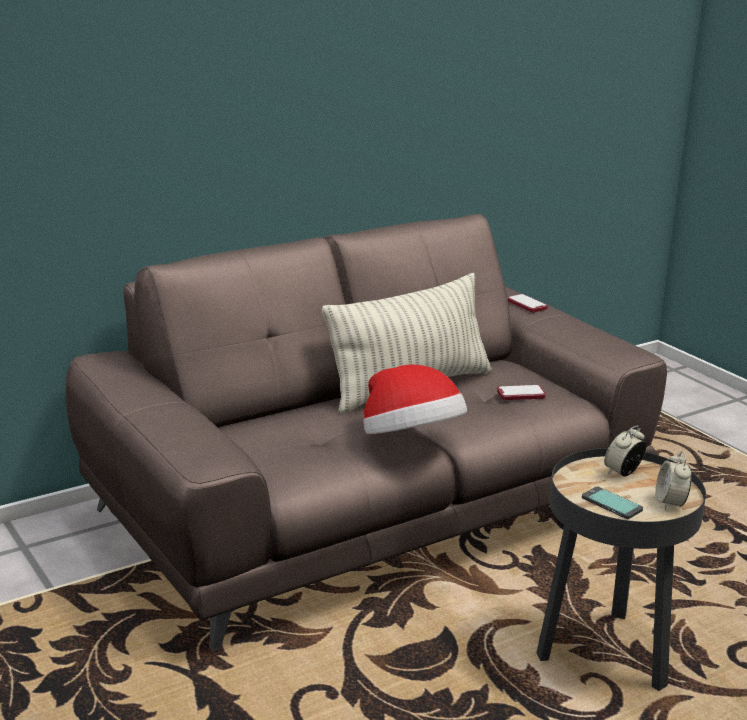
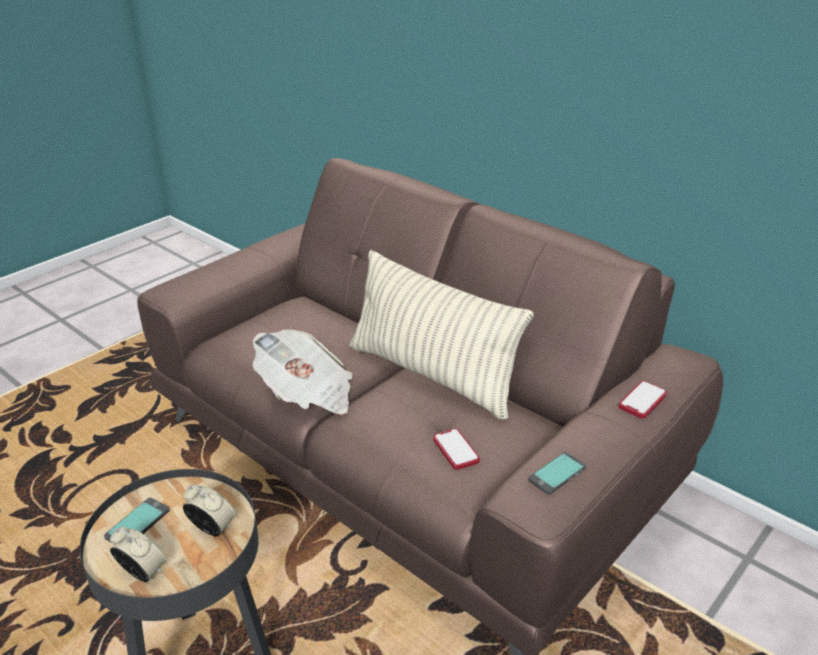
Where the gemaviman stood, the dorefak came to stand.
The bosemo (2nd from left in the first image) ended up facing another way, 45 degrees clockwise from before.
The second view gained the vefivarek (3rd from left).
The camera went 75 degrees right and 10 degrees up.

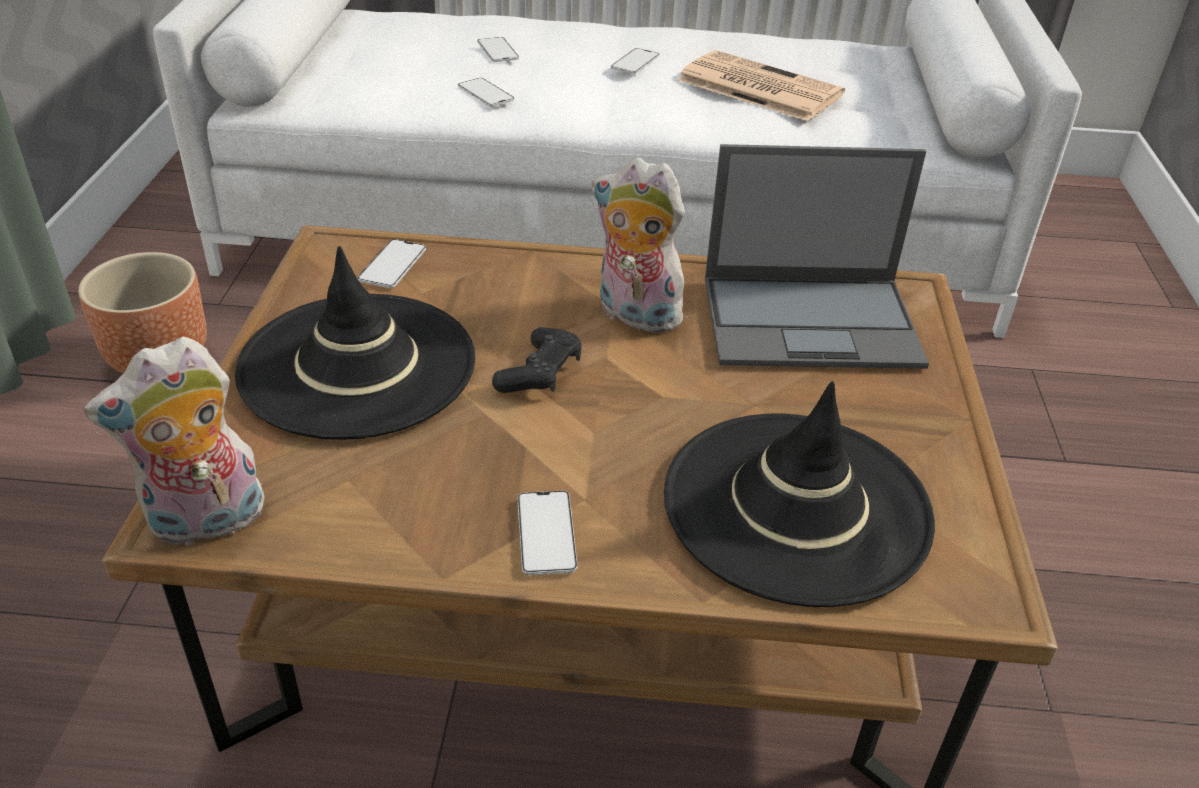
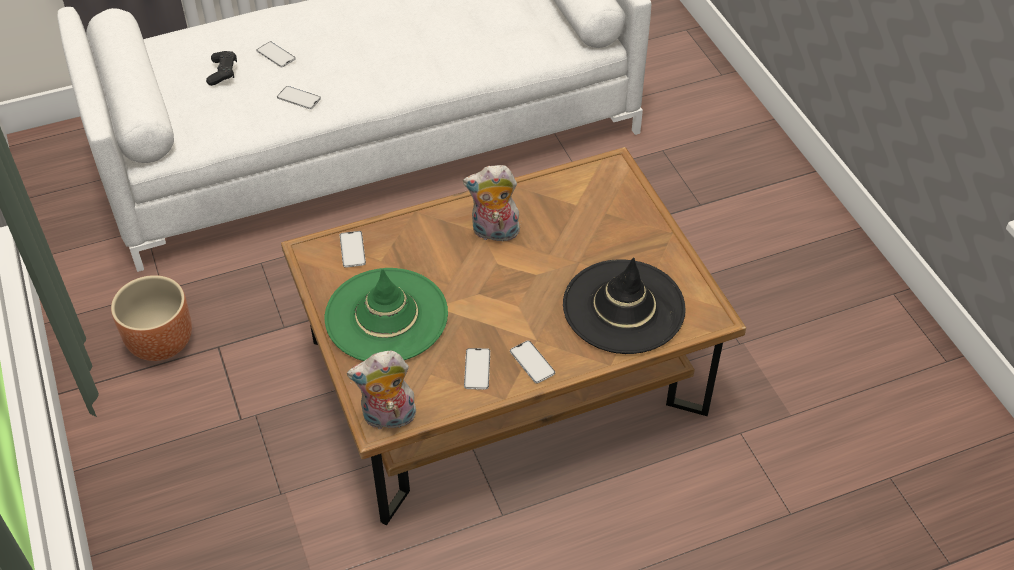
The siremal (1st from left) ended up facing another way, 45 degrees clockwise from before.
What was the black_gemaviman (1st from left) turned into the green_gemaviman.
The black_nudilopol ended up elsewhere.
The vefivarek (5th from left in the first image) ended up elsewhere.
The second view lost the dorefak.
The second view lost the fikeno.
The camera went 25 degrees left and 10 degrees up.

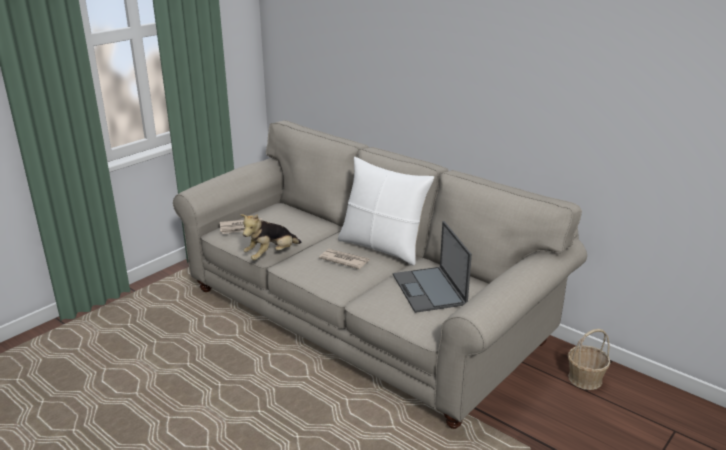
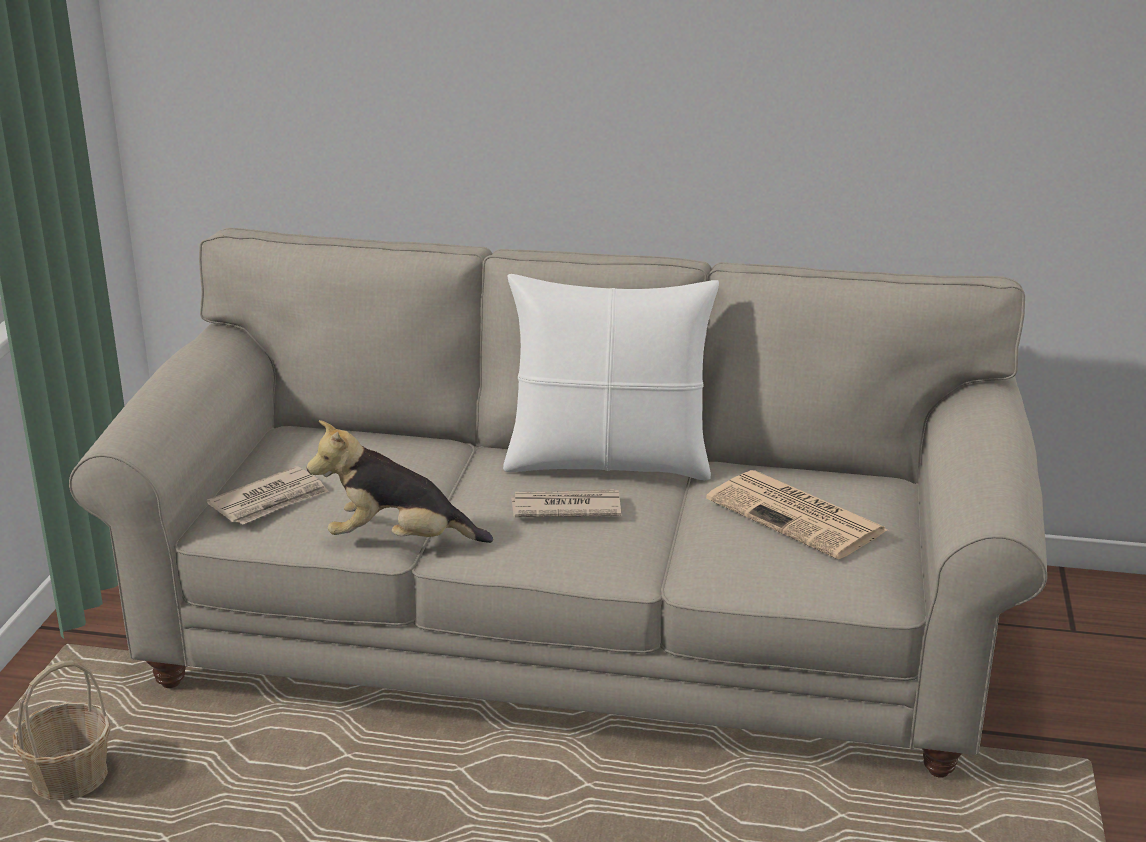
The siremal ended up facing another way, 75 degrees clockwise from before.
Where the fikeno stood, the dorefak (3rd from left) came to stand.
The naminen ended up elsewhere.
The camera went 30 degrees left and 0 degrees up.

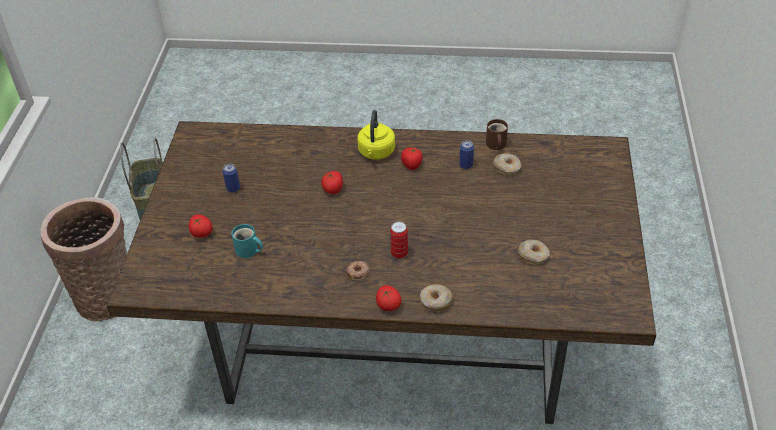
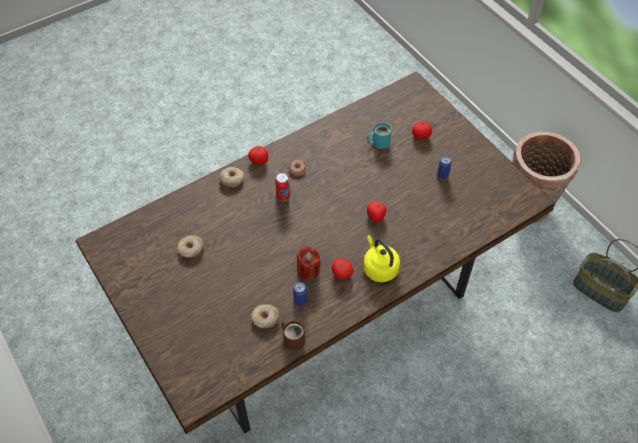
The second view gained the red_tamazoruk.
The camera went 140 degrees right and 10 degrees up.

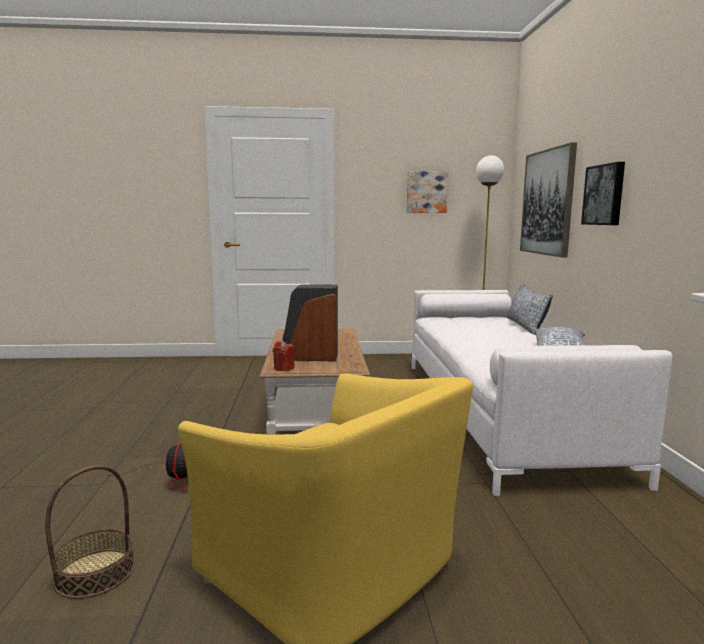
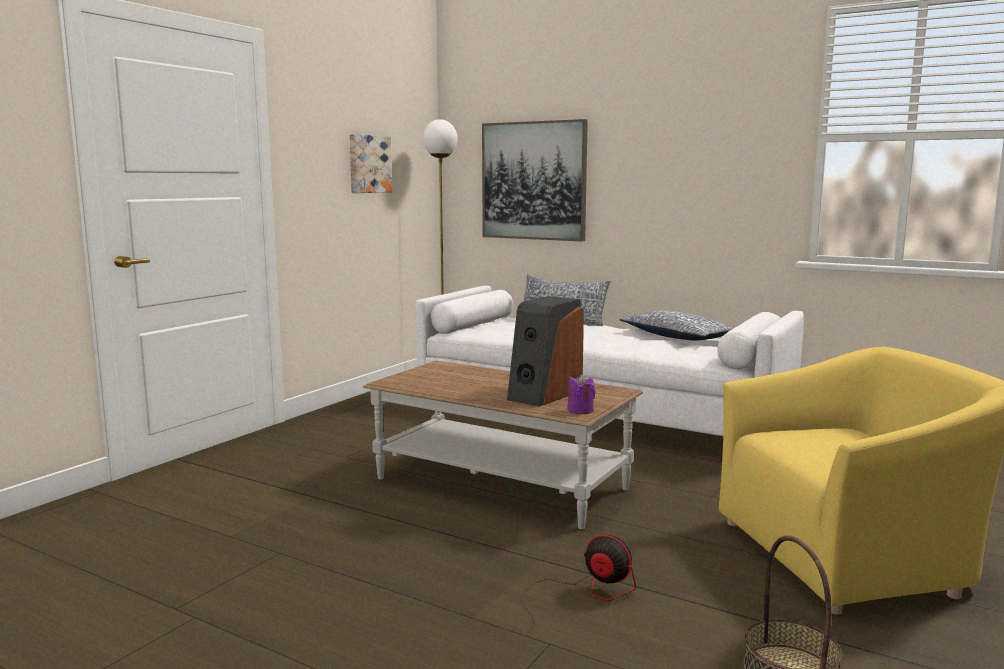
What was the red_tamazoruk turned into the purple_tamazoruk.
The second view lost the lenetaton (3rd from left).
The camera went 55 degrees left and 0 degrees up.

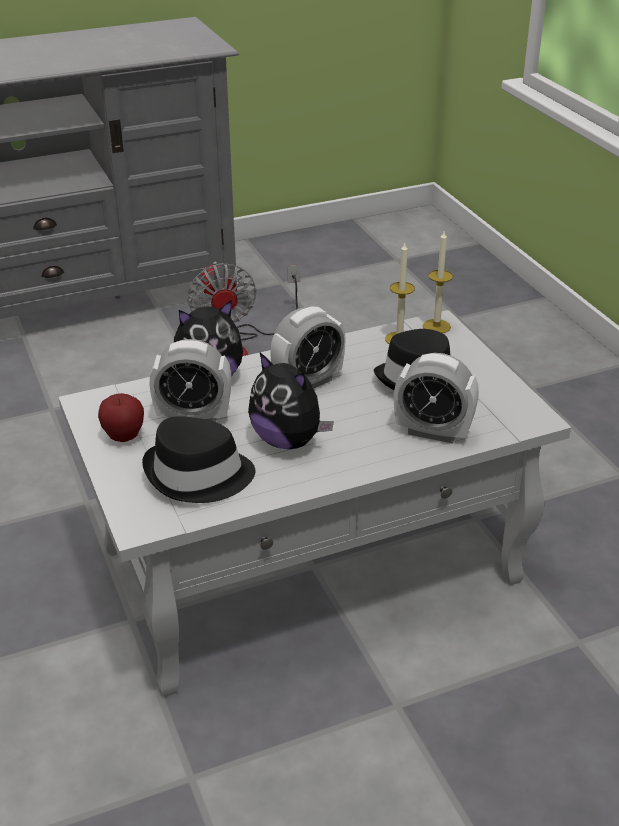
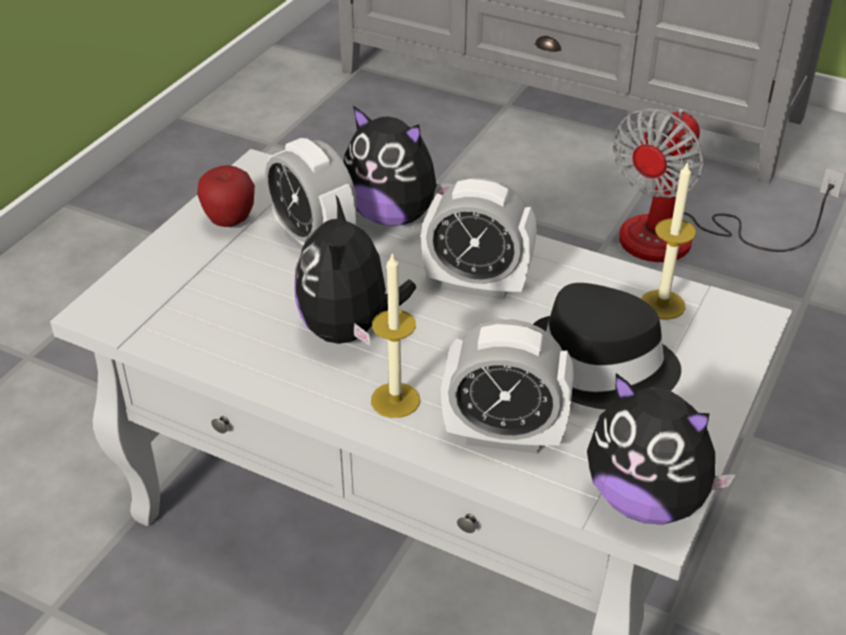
The second view lost the black_gemaviman (1st from left).
The bosemo (3rd from left) ended up facing another way, 60 degrees counterclockwise from before.
The tamazoruk (2nd from left in the first image) ended up elsewhere.
The second view gained the siremal (3rd from left).
The camera went 50 degrees right and 5 degrees up.

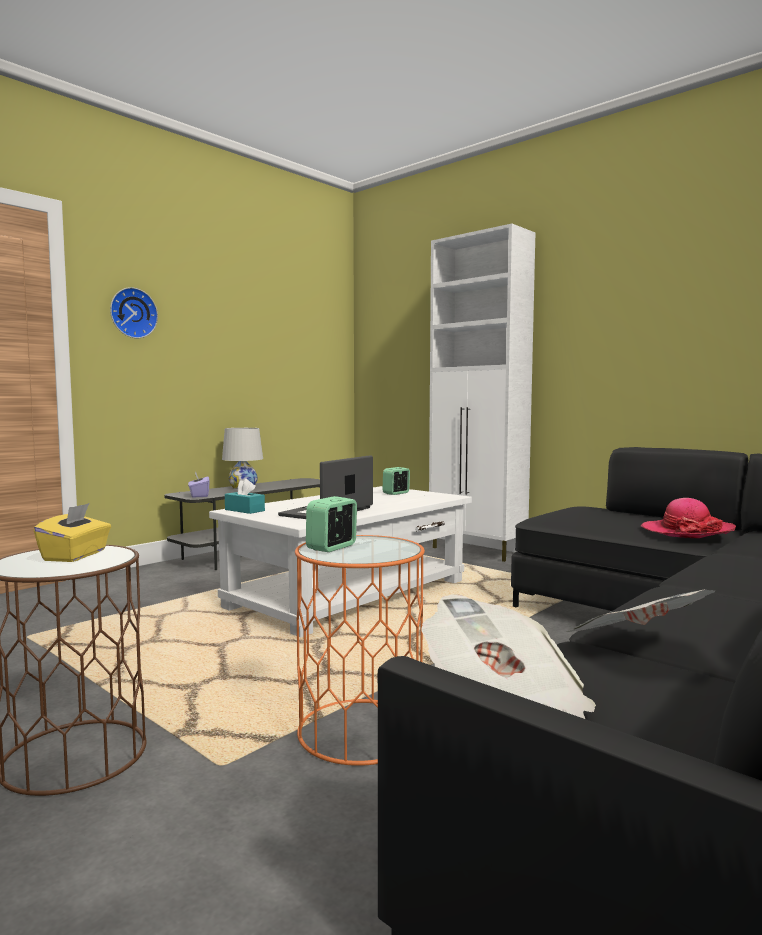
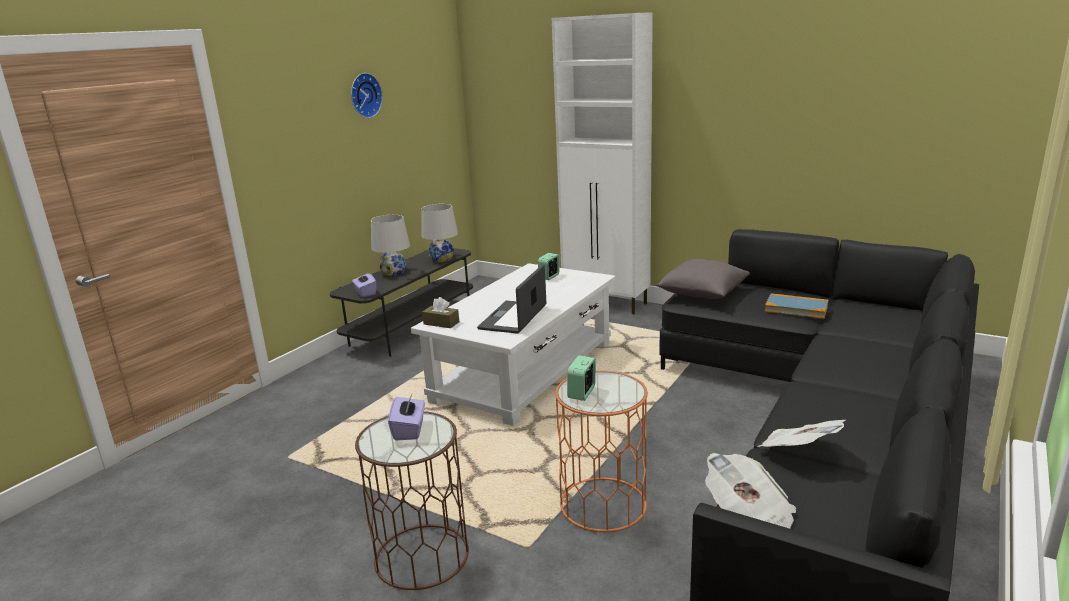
What was the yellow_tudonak turned into the purple_tudonak (2nd from left).
The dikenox ended up elsewhere.
What was the turquoise_tudonak turned into the brown_tudonak.
Where the gemaviman stood, the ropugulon came to stand.
The second view gained the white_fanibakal (2nd from left).
The second view gained the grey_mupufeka.
The camera went 10 degrees left and 15 degrees up.

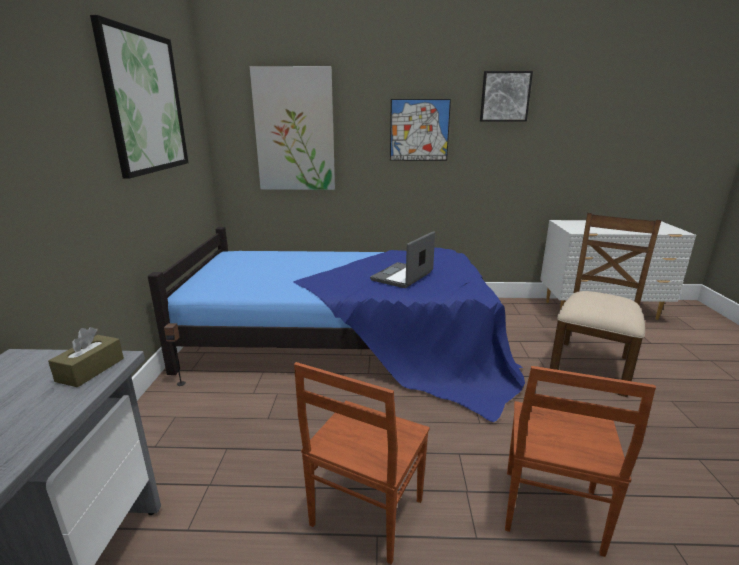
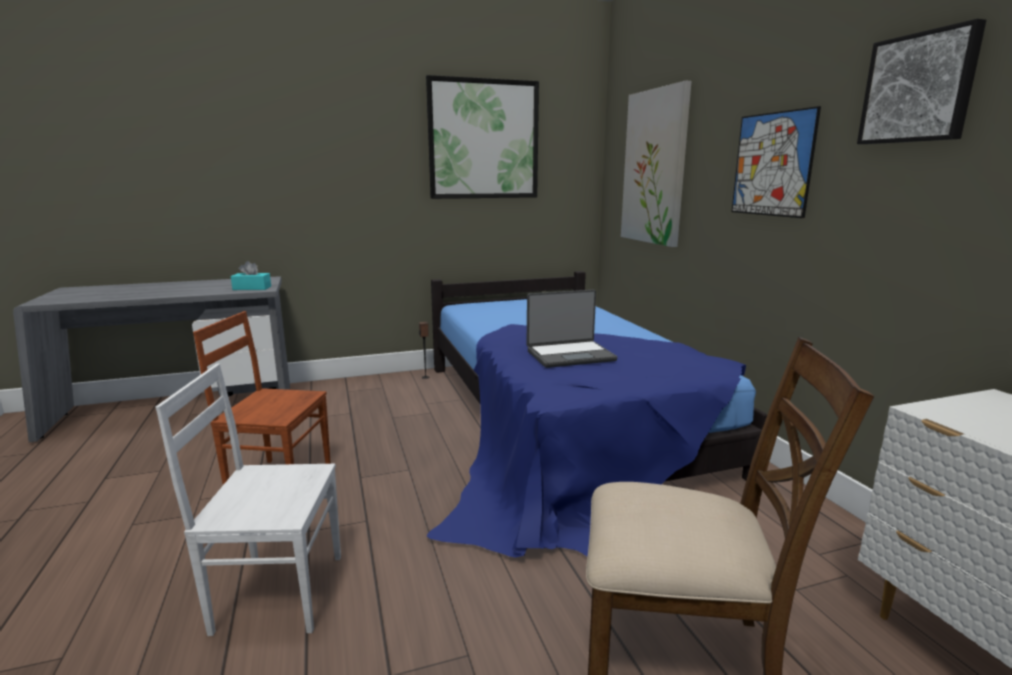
What was the brown_tudonak turned into the turquoise_tudonak.
The fikeno ended up facing another way, 150 degrees clockwise from before.
What was the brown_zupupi (2nd from left) turned into the white_zupupi.
The camera went 70 degrees right and 5 degrees down.

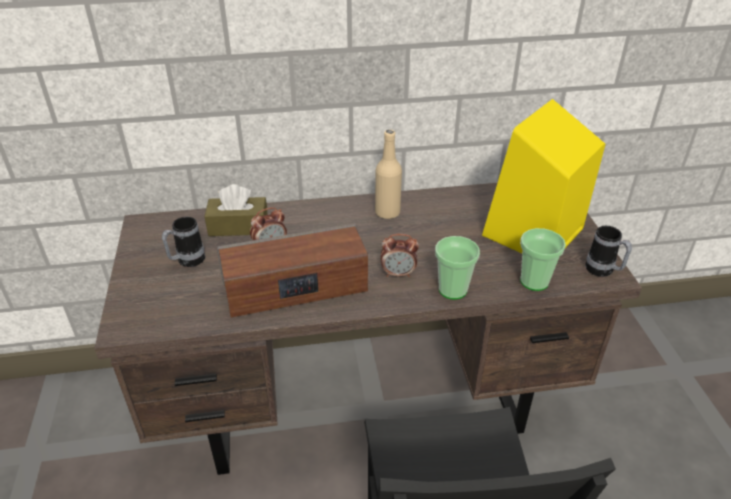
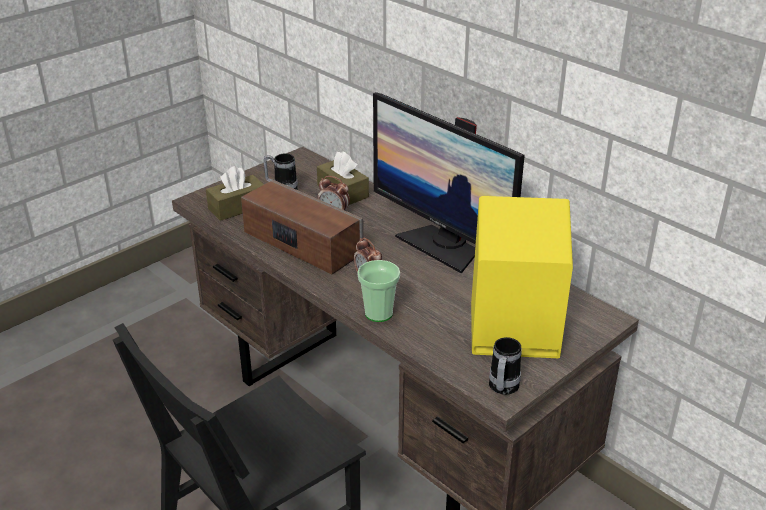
Where the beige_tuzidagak stood, the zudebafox came to stand.
The second view lost the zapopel (2nd from left).
The second view gained the brown_tudonak (1st from left).
The camera went 55 degrees right and 5 degrees down.

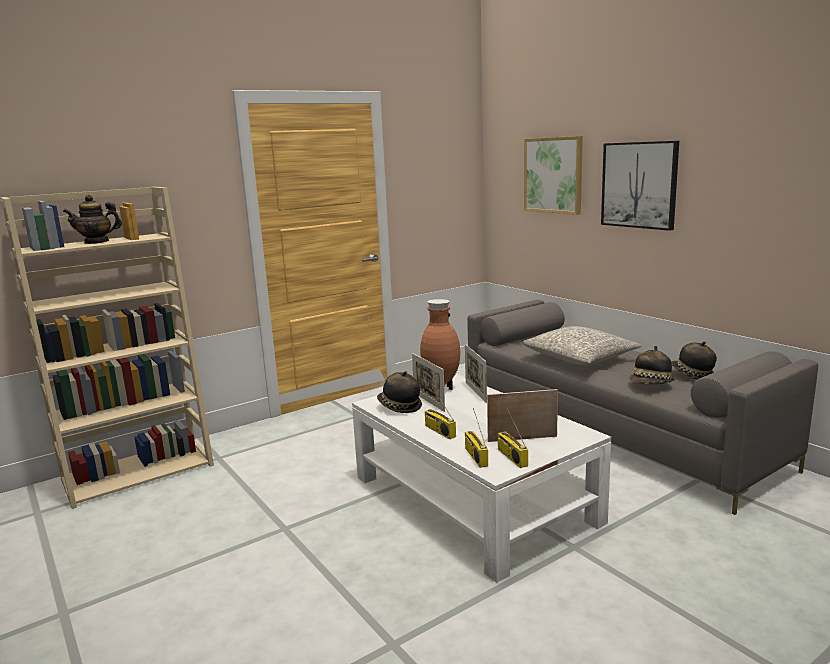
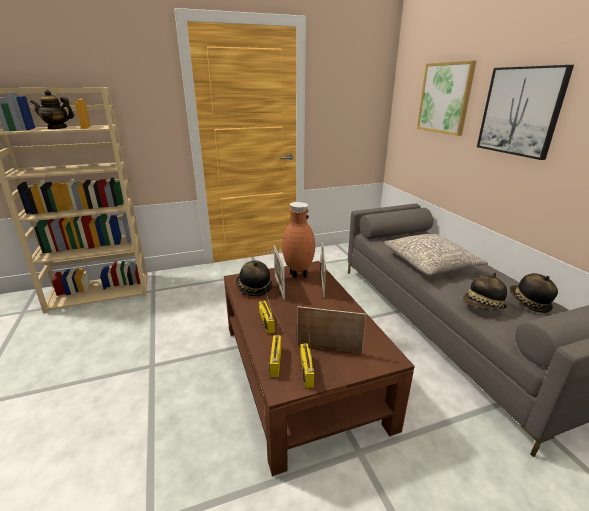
What was the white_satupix turned into the brown_satupix.
The camera went 15 degrees right and 10 degrees up.

